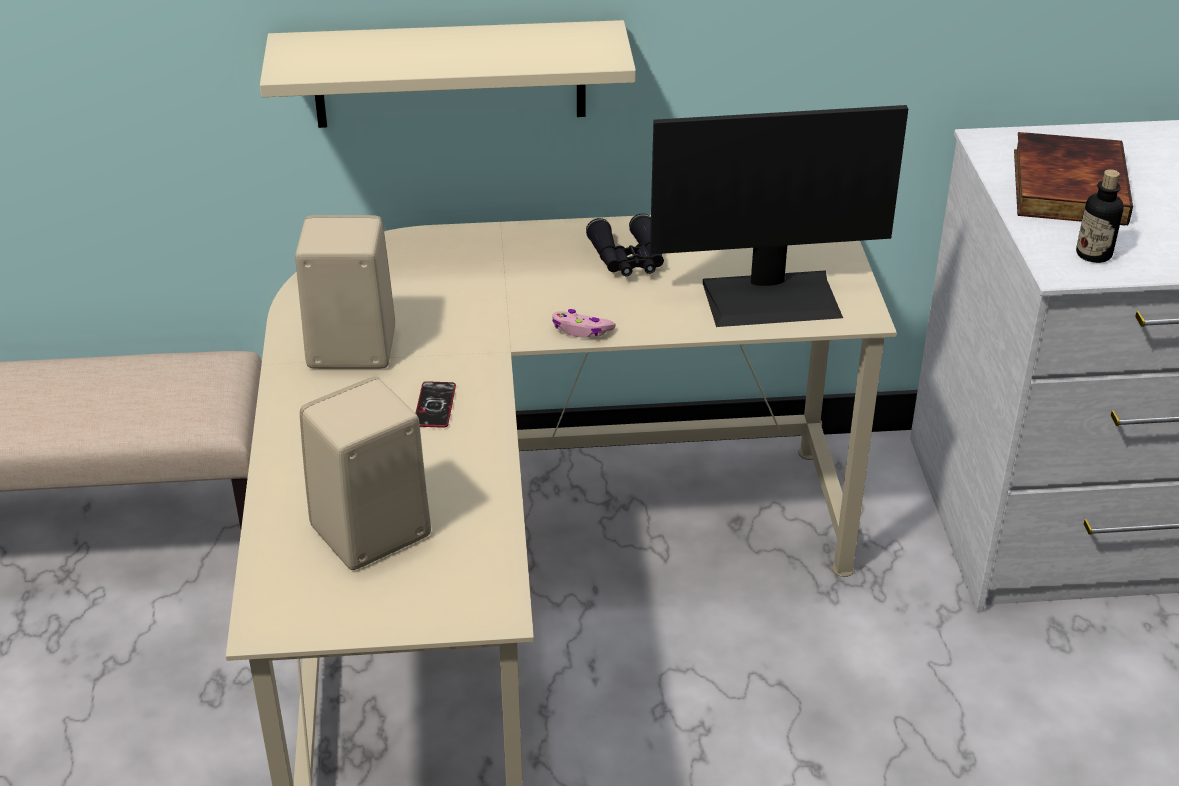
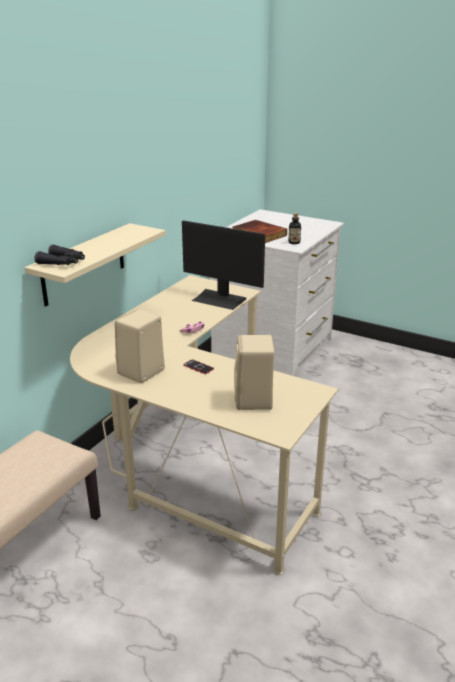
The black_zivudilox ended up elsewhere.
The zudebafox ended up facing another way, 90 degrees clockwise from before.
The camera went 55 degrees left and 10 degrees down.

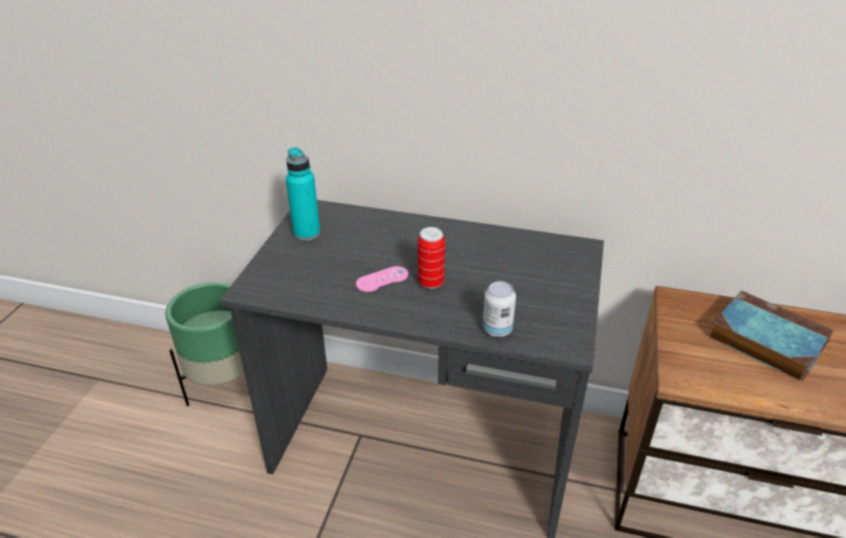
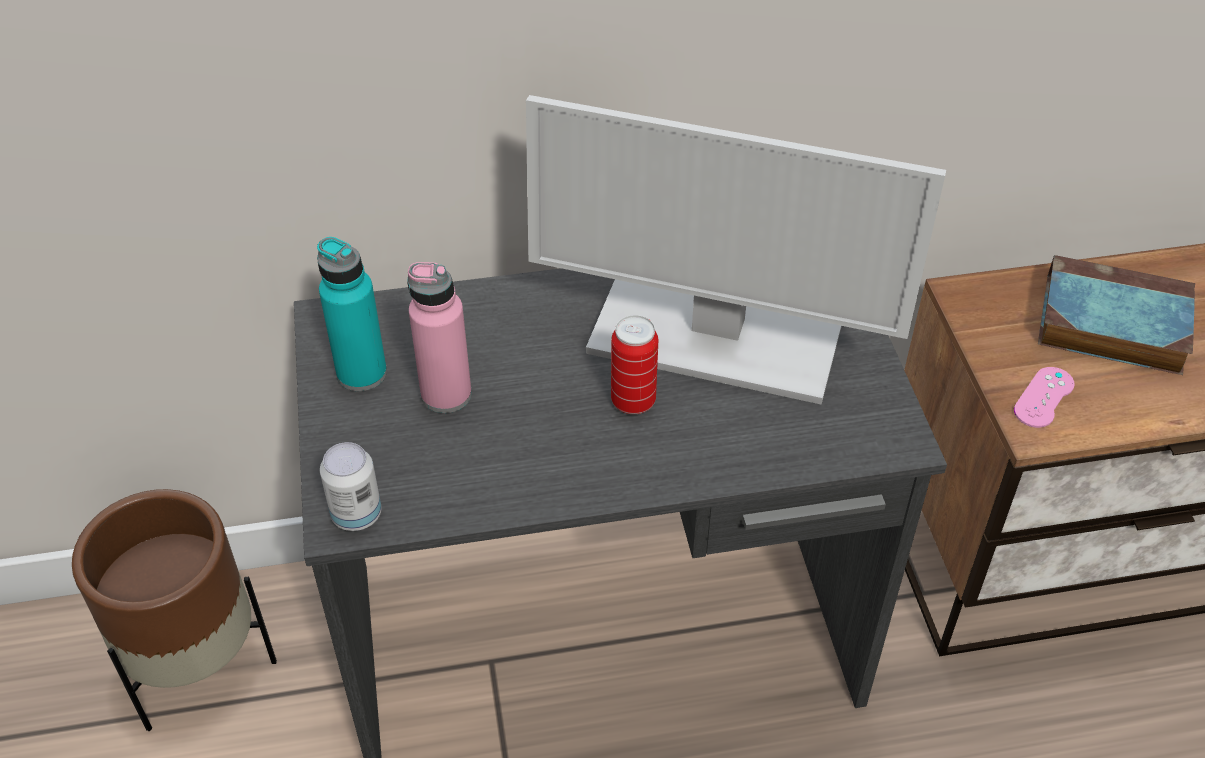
What was the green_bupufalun turned into the brown_bupufalun.
The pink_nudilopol ended up elsewhere.
The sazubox (2nd from left in the first image) ended up elsewhere.
The second view gained the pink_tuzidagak.
The second view gained the zudebafox.
The camera went 25 degrees left and 10 degrees up.

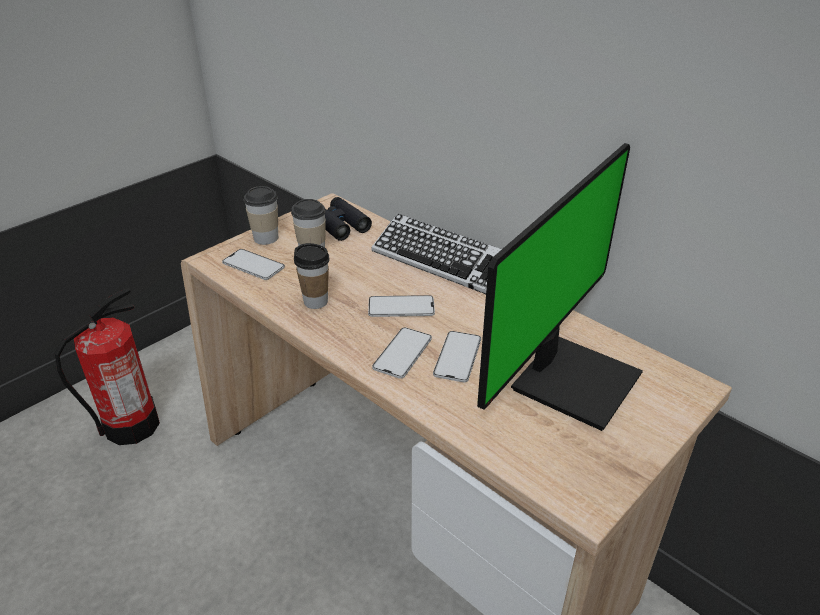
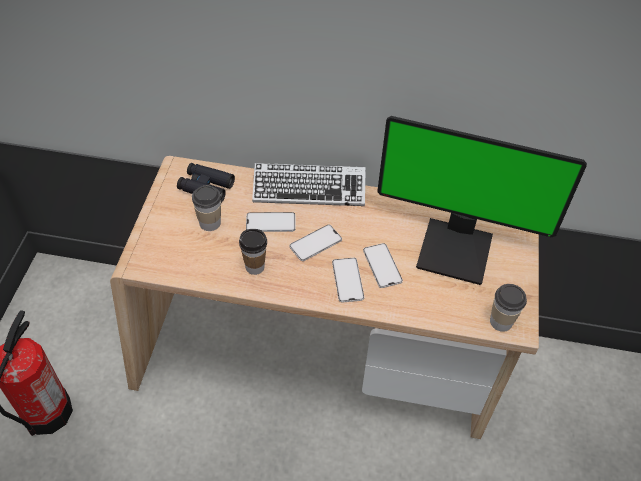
The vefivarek (1st from left) ended up elsewhere.
The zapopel (1st from left in the first image) ended up elsewhere.
The zudebafox ended up facing another way, 105 degrees clockwise from before.
The camera went 35 degrees left and 15 degrees up.

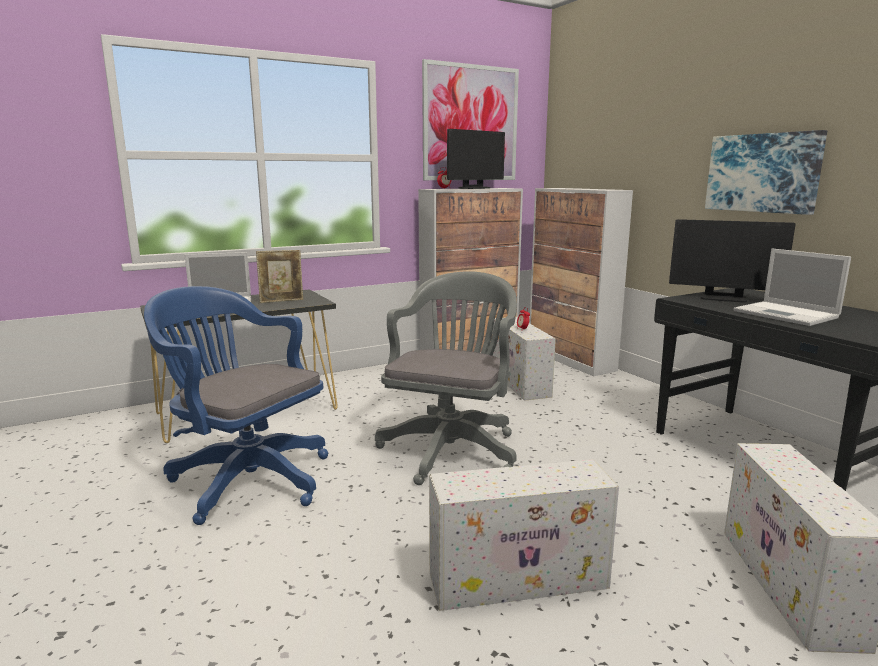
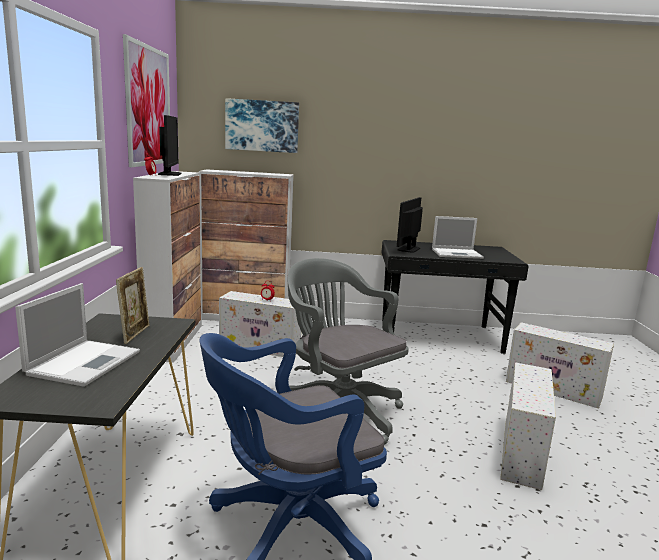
The zudebafox (2nd from left) ended up facing another way, 150 degrees clockwise from before.
The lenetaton (2nd from left) ended up elsewhere.
The camera went 60 degrees left and 0 degrees up.

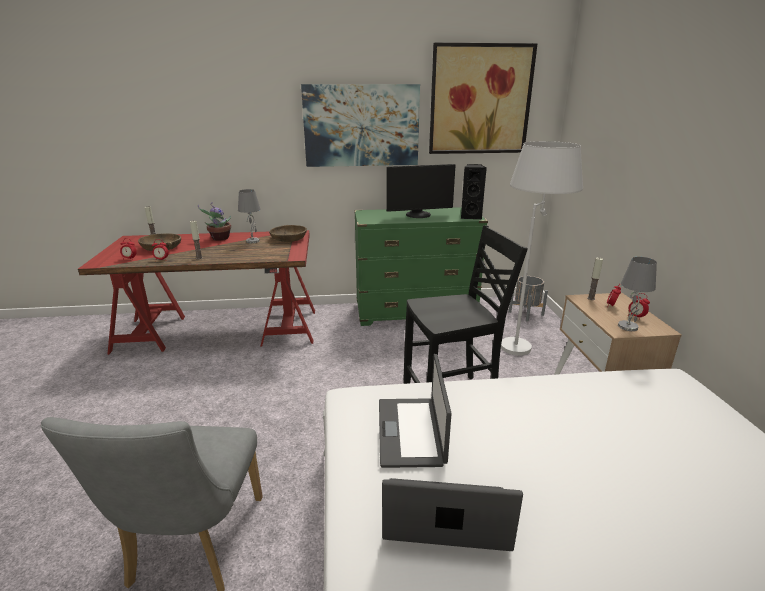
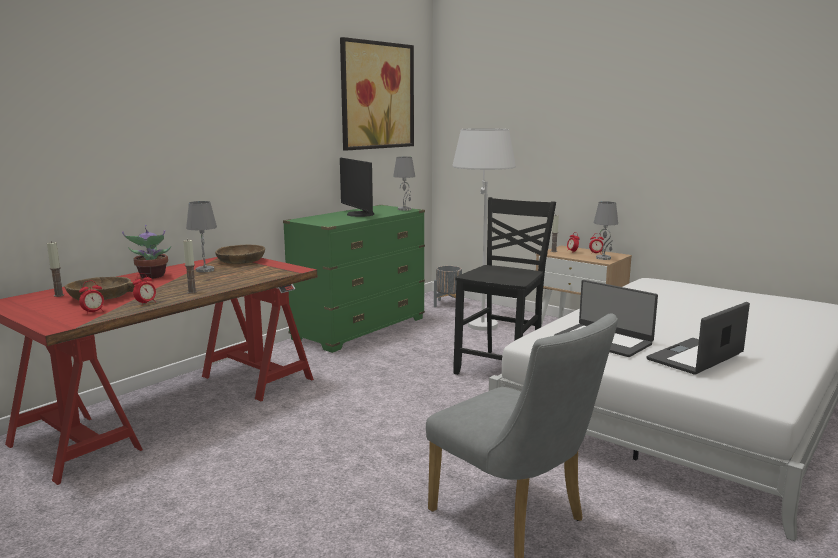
The second view lost the lenetaton (1st from left).
The zudebafox ended up facing another way, 120 degrees clockwise from before.
Where the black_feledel stood, the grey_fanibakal (2nd from left) came to stand.
The camera went 45 degrees left and 10 degrees down.

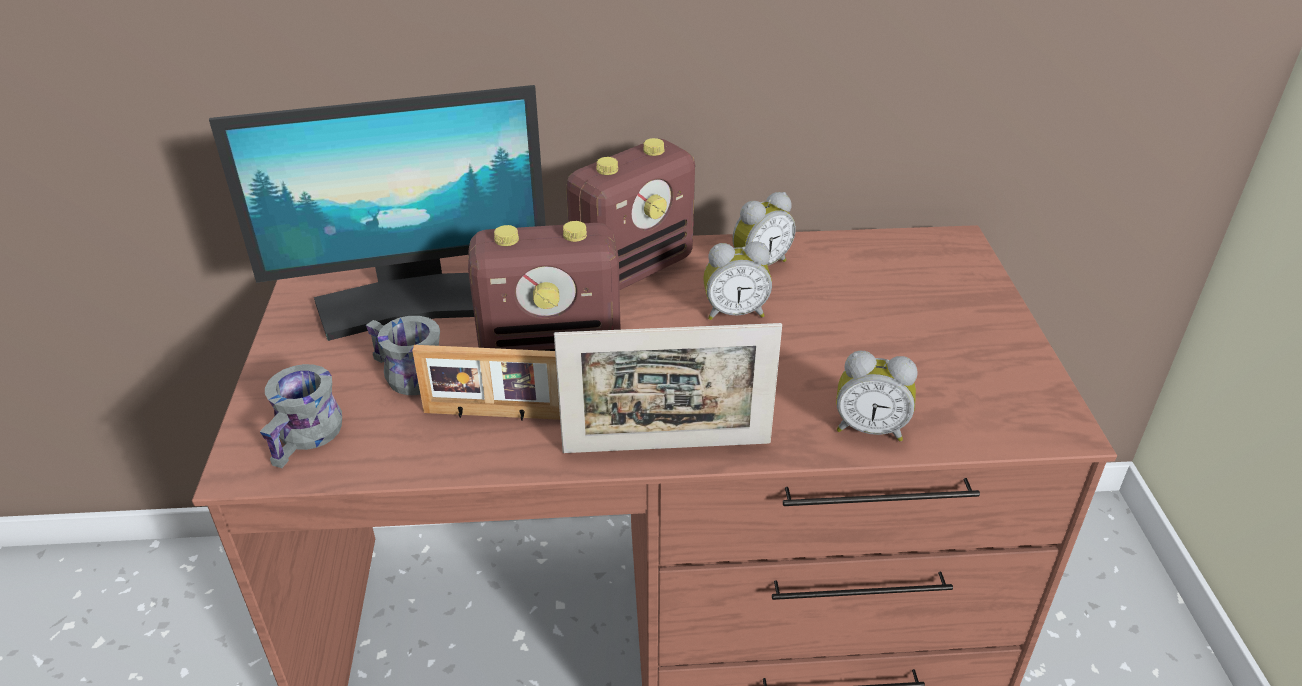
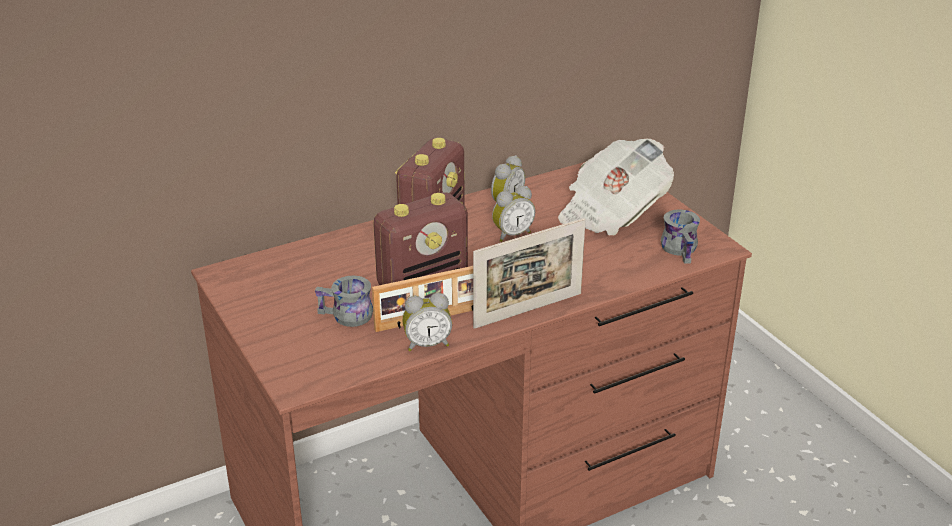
The second view lost the zudebafox.
The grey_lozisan (1st from left in the first image) ended up elsewhere.
The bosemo (3rd from left in the first image) ended up elsewhere.
The second view gained the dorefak.
The camera went 25 degrees left and 5 degrees down.

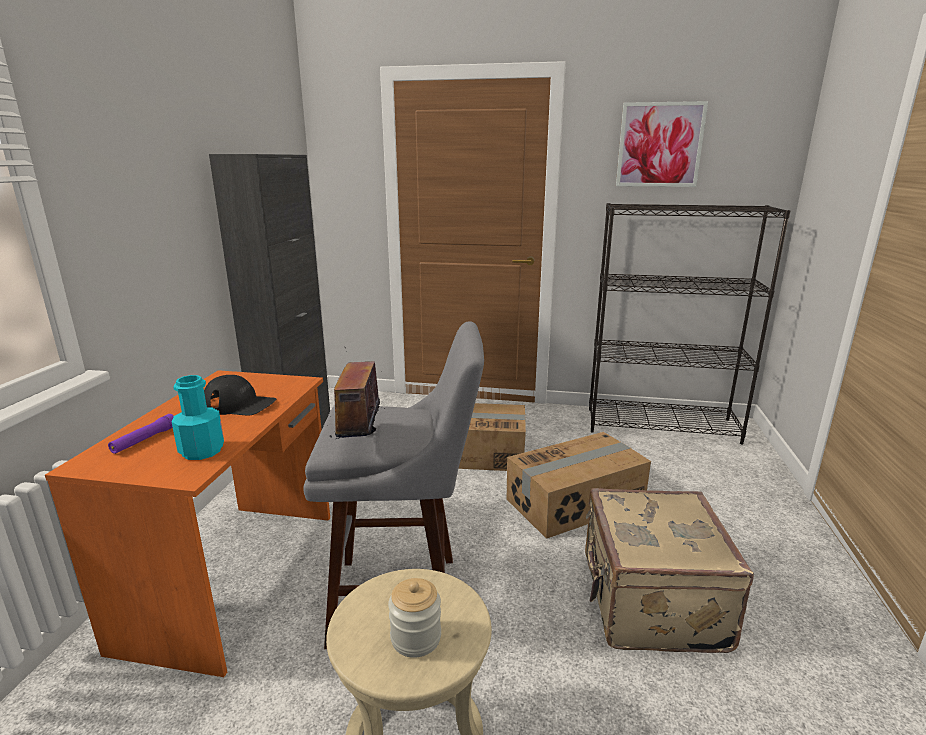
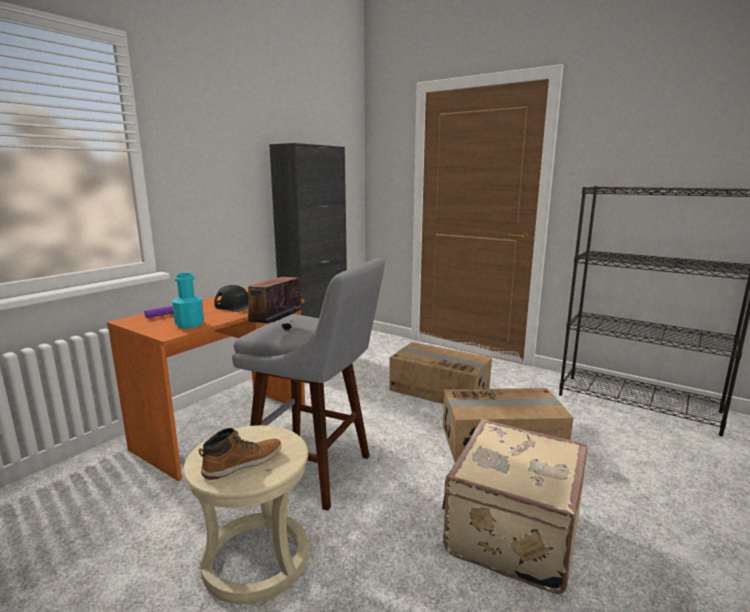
Where the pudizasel stood, the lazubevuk came to stand.
The second view lost the lenetaton.
The camera went 25 degrees right and 5 degrees down.

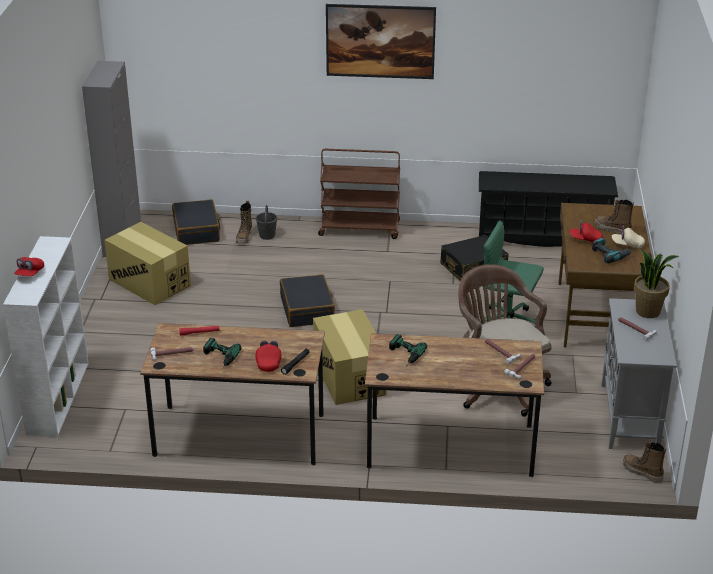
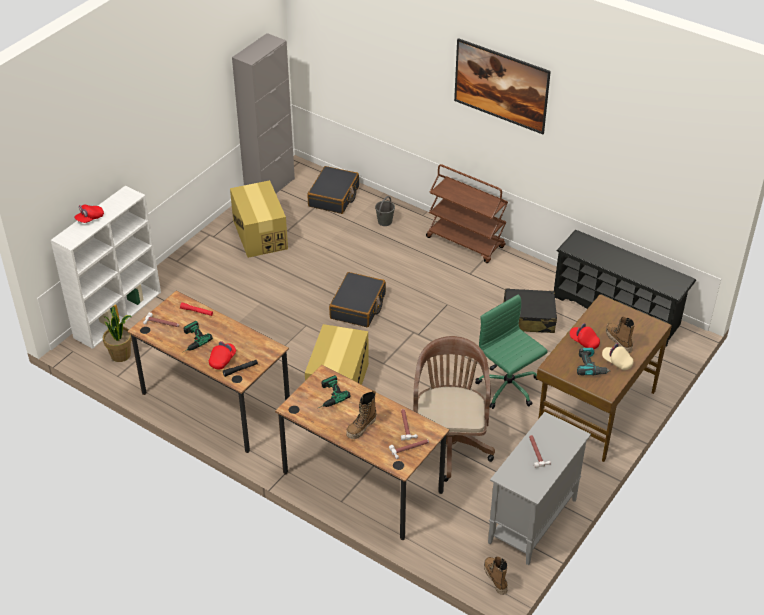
The lazubevuk (1st from left) ended up elsewhere.
The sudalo ended up elsewhere.
The camera went 30 degrees right and 10 degrees up.

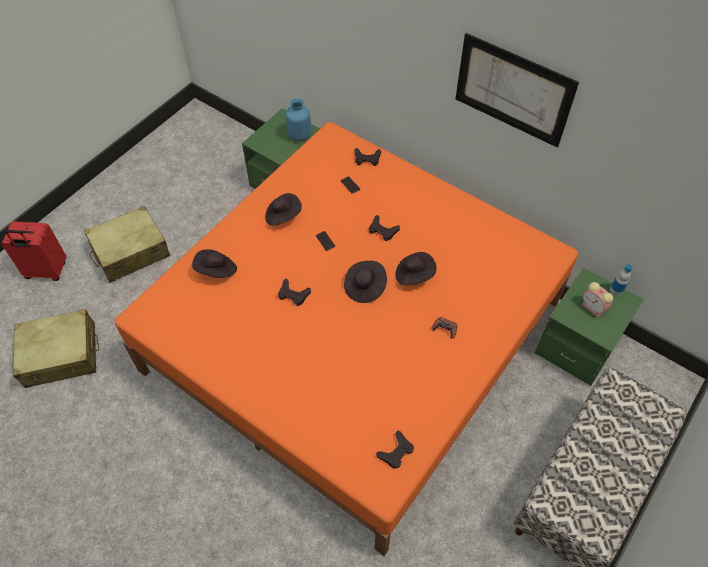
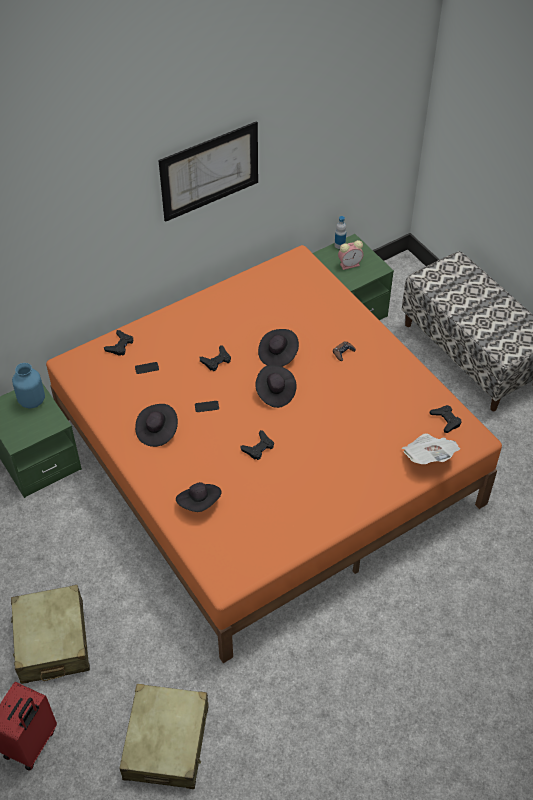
The second view gained the dorefak.
The camera went 70 degrees left and 5 degrees down.

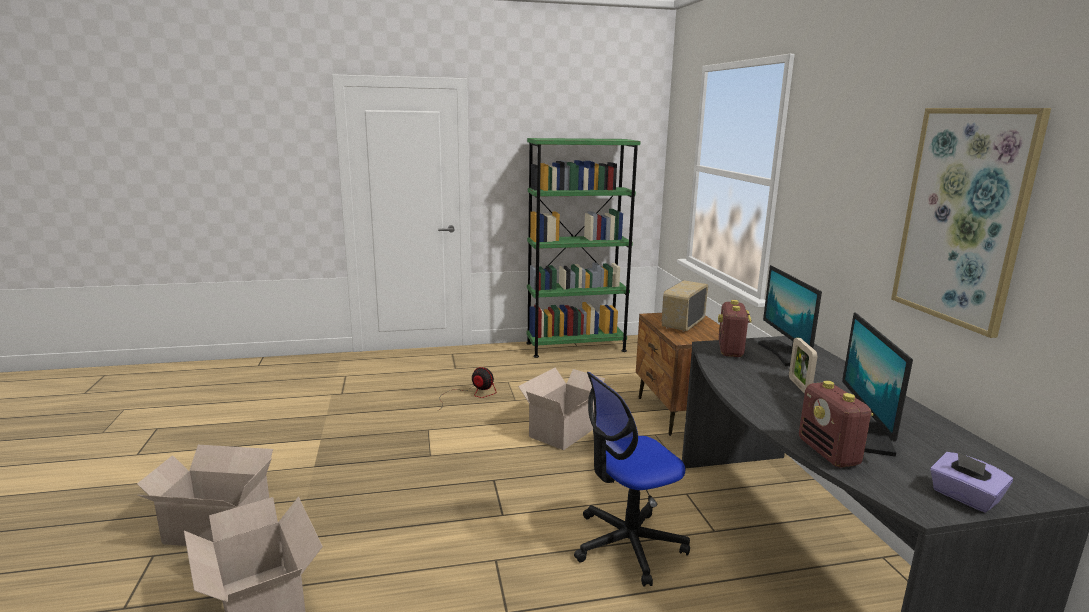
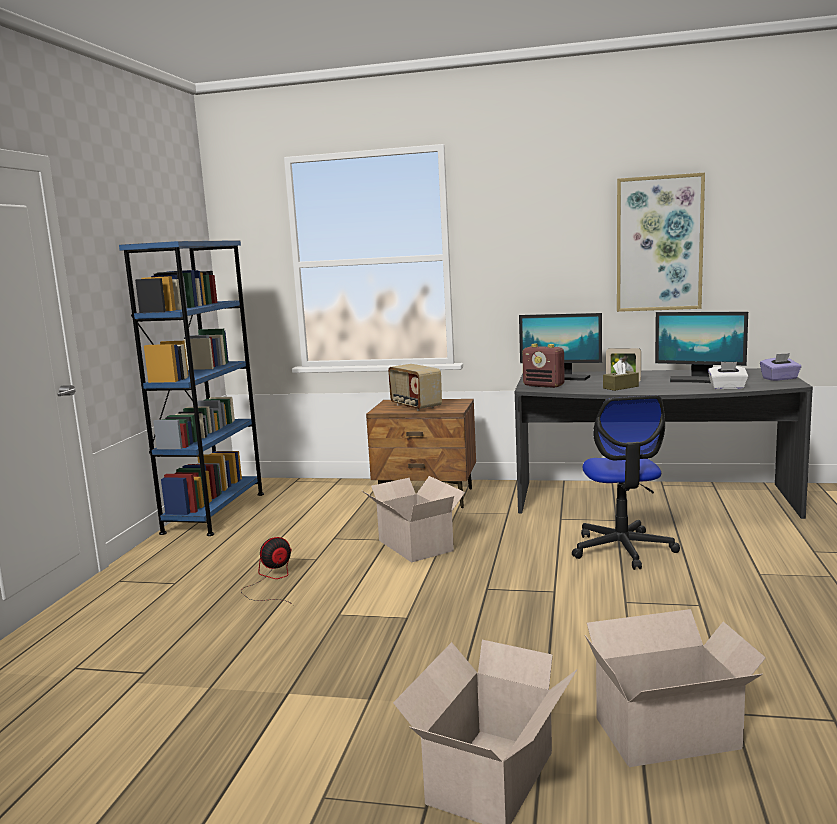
What was the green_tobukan turned into the blue_tobukan.
Where the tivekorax (3rd from left) stood, the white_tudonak came to stand.
The second view gained the brown_tudonak.
The camera went 65 degrees left and 5 degrees down.

